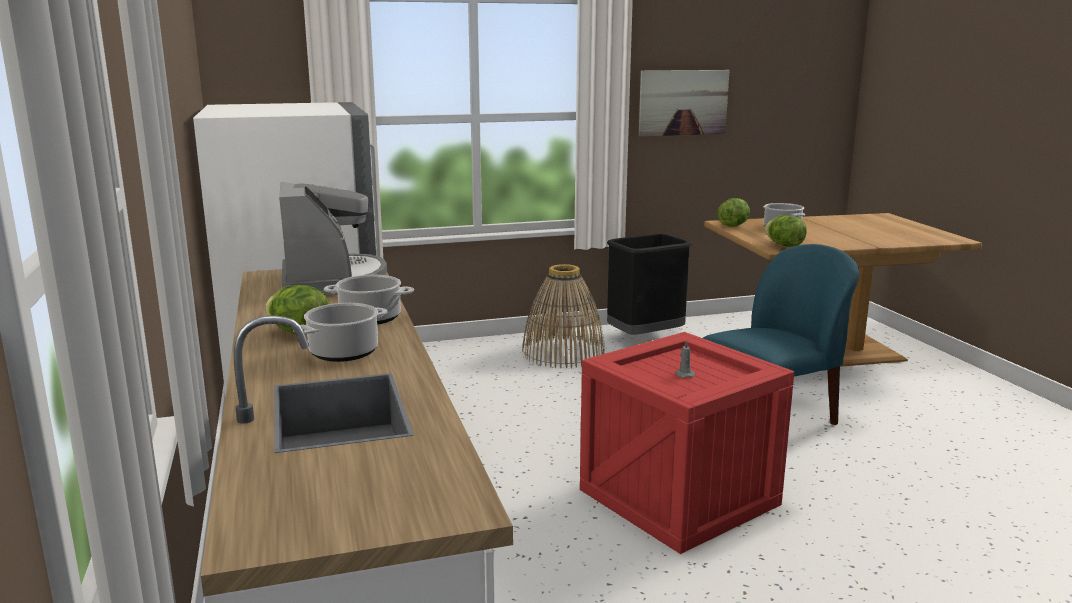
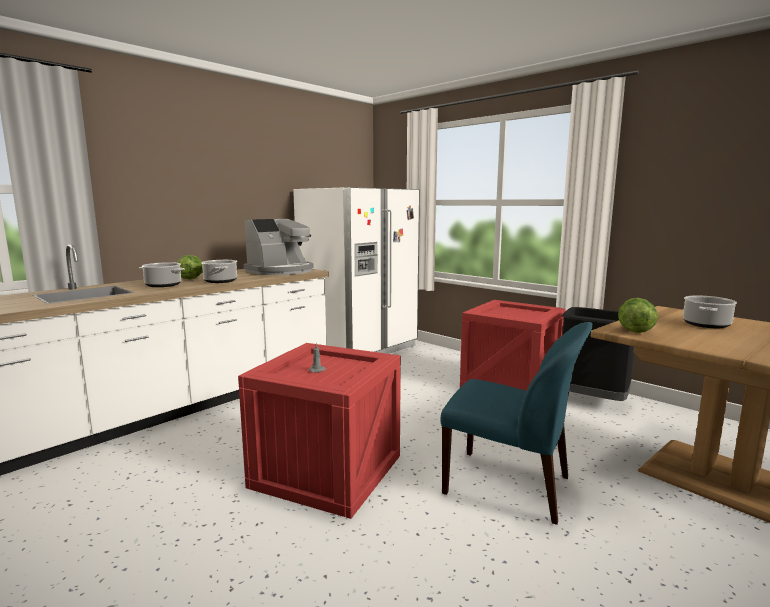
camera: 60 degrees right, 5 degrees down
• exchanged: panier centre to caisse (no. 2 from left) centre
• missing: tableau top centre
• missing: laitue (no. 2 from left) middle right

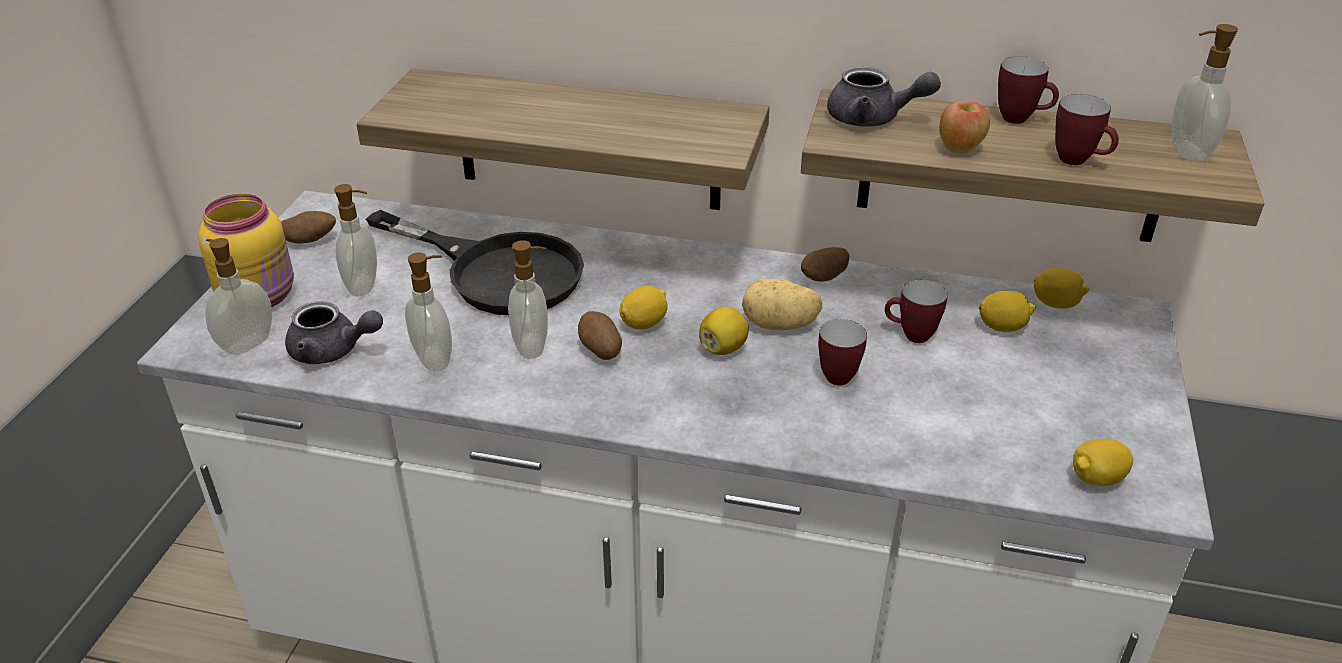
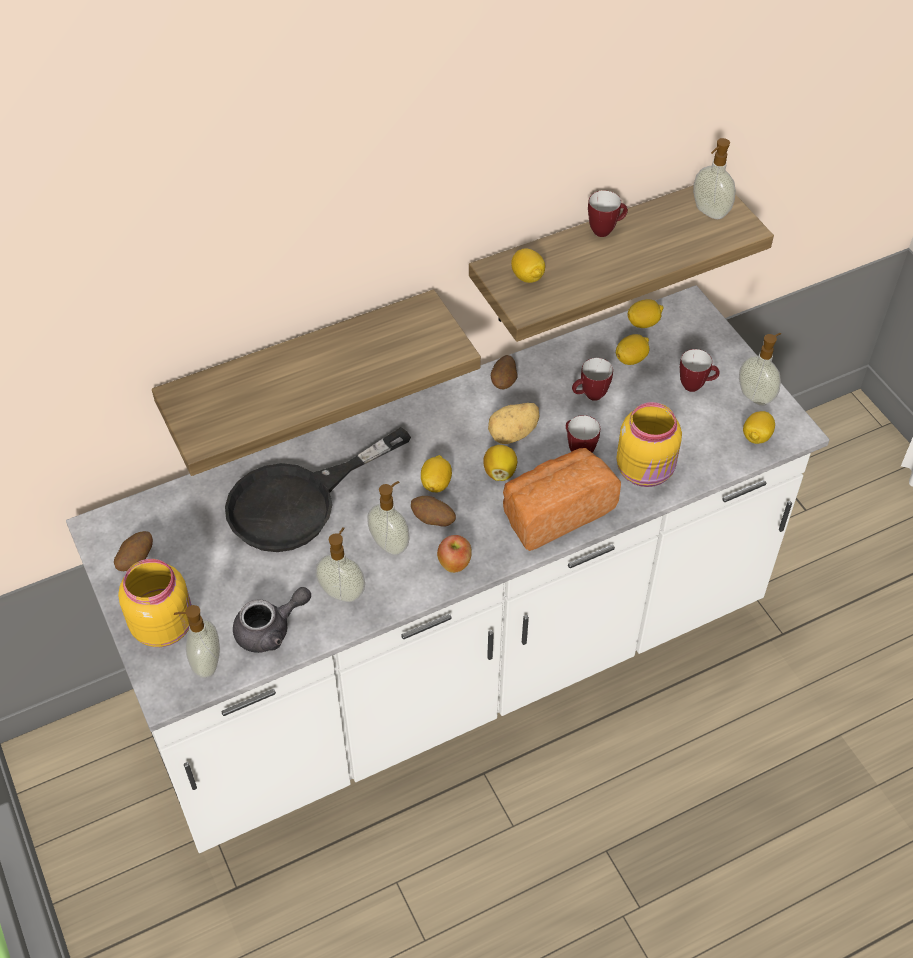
camera: 40 degrees left, 15 degrees up
• spun: poêle [noir] centre = centre 150 degrees clockwise
• relocated: pomme top right to centre
• appeared: pain centre
• exchanged: théière [gris] (no. 2 from left) top centre to citron (no. 3 from left) top centre
• appeared: bocal [jaune] (no. 2 from left) middle right
• relocated: mug (no. 4 from left) top right to middle right
• relocated: distributeur de savon (no. 2 from left in the first image) middle left to distributeur de savon (no. 5 from left) middle right

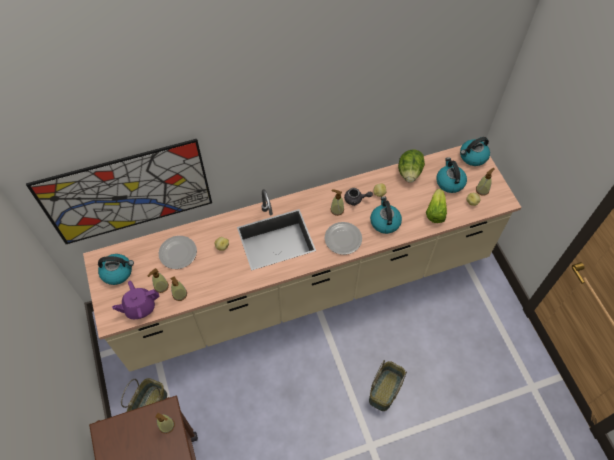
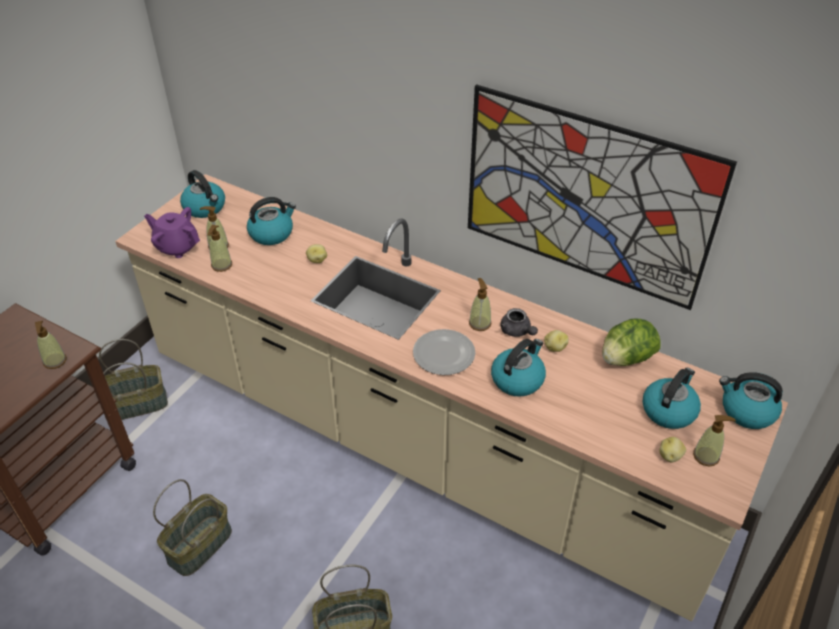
camera: 50 degrees right, 15 degrees down
• appeared: panier (no. 2 from left) bottom left
• exchanged: assiette (no. 1 from left) middle left to bouilloire (no. 2 from left) middle left
• relocated: tableau middle left to top right
• missing: laitue (no. 2 from left) middle right

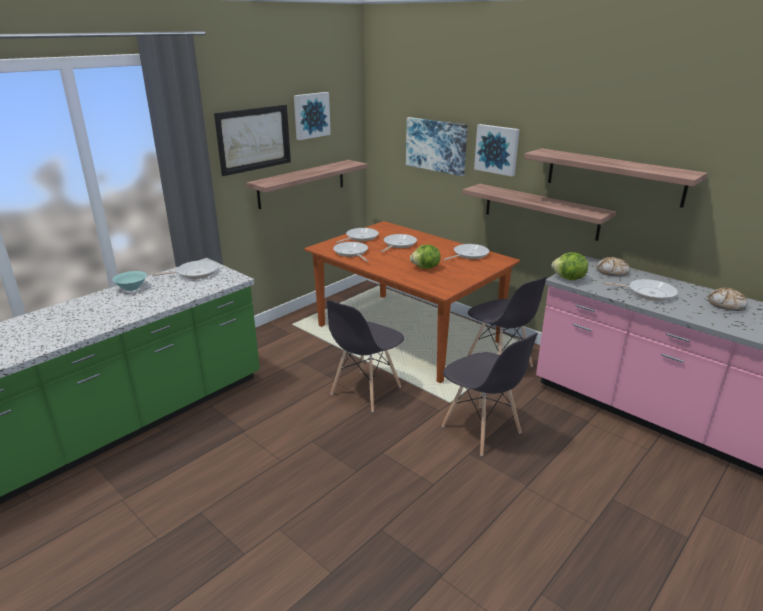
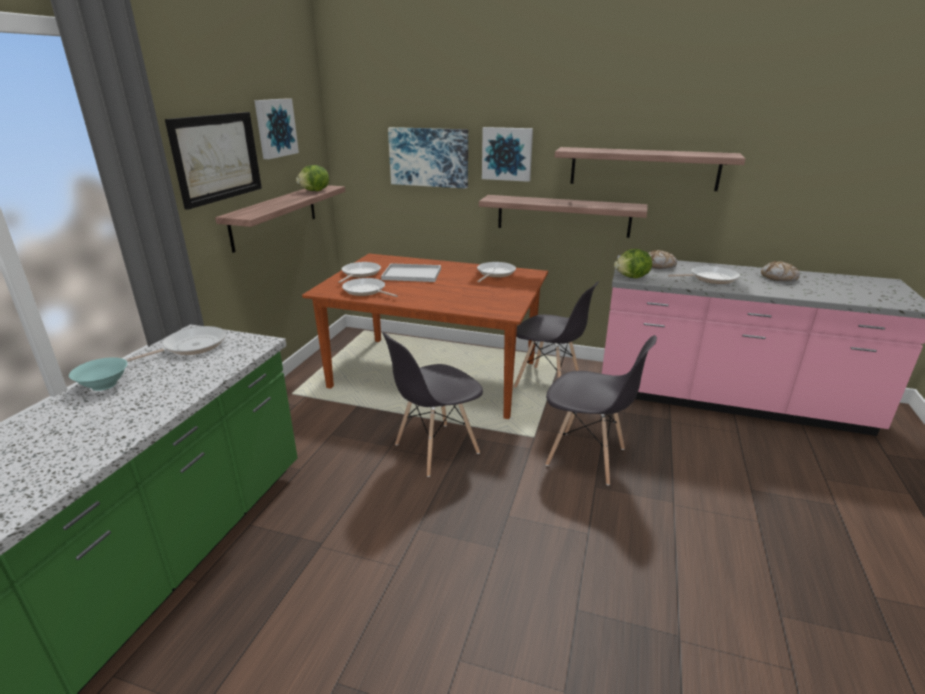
camera: 25 degrees left, 0 degrees up
• relocated: laitue (no. 1 from left) centre to top centre
• exchanged: poêle (no. 4 from left) centre to plateau [blanc] centre
• spun: chaise [gris] (no. 1 from left) centre = centre 45 degrees clockwise

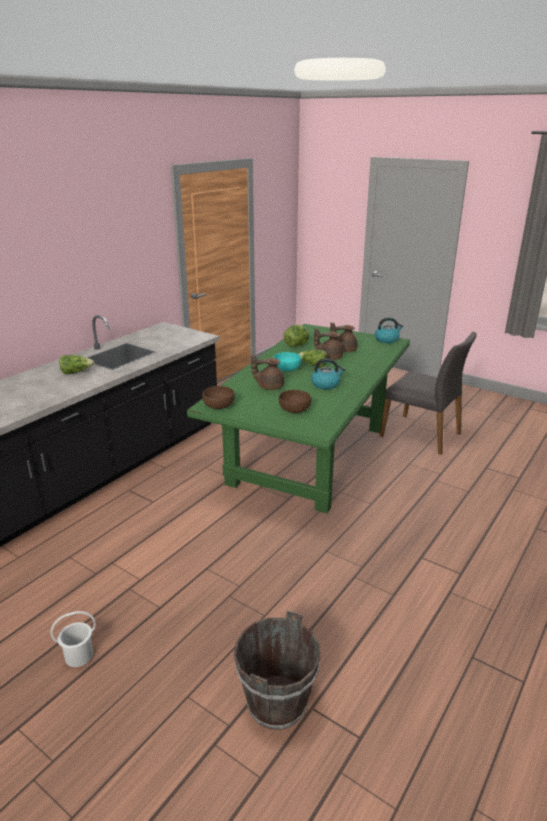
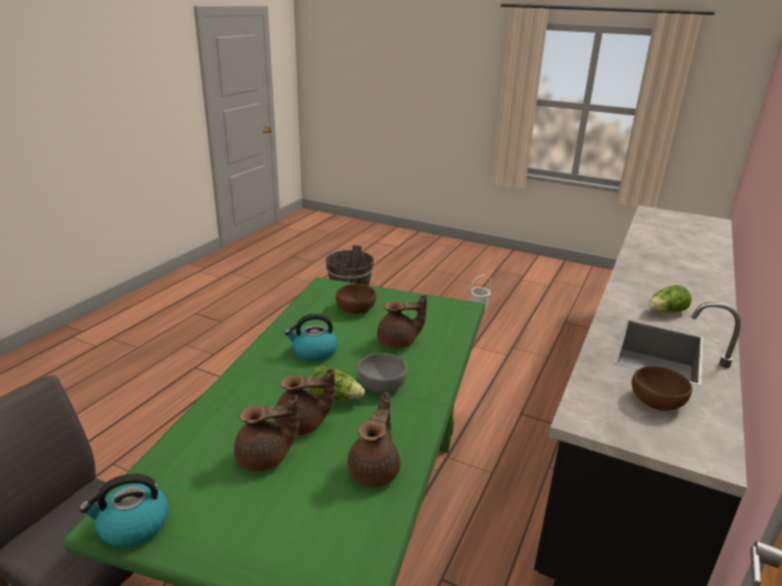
camera: 170 degrees right, 0 degrees up
• exchanged: laitue (no. 2 from left) centre to théière [marron] (no. 3 from left) bottom centre
• colour: bol [turquoise] centre to bol [gris] centre
• relocated: bol [marron] (no. 1 from left in the first image) centre to bol [marron] (no. 2 from left) middle right

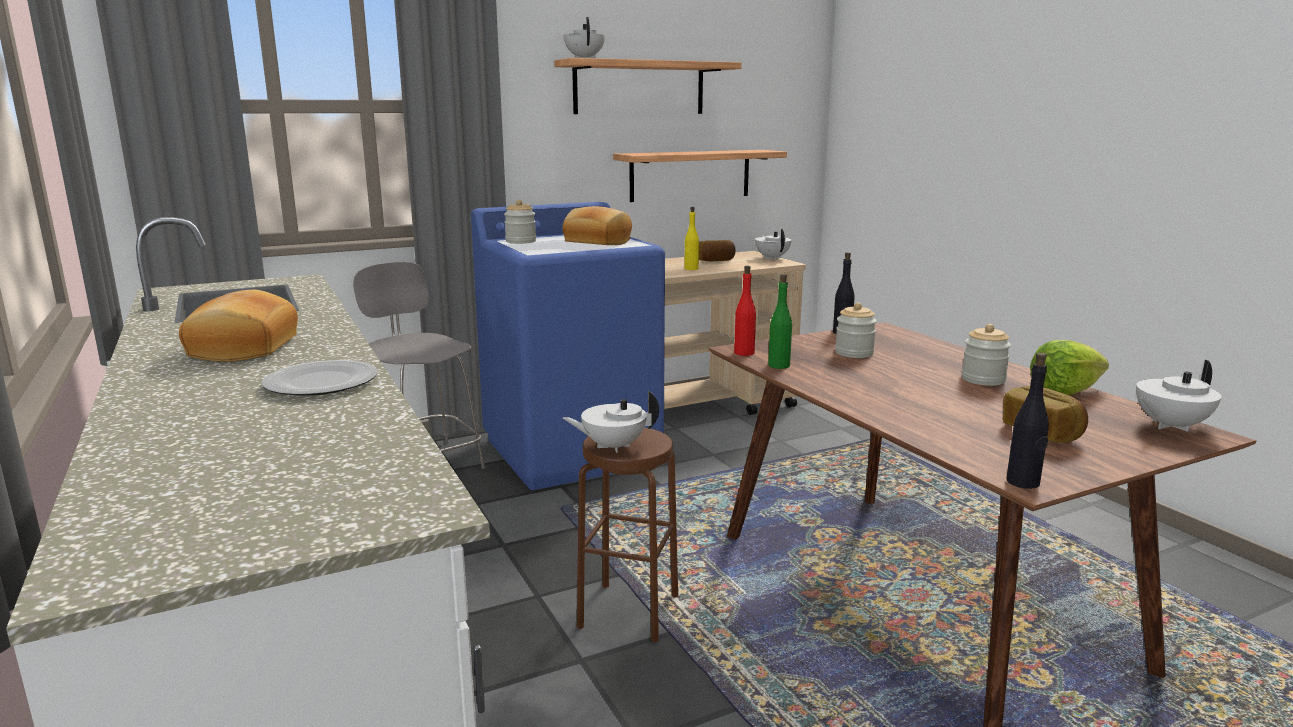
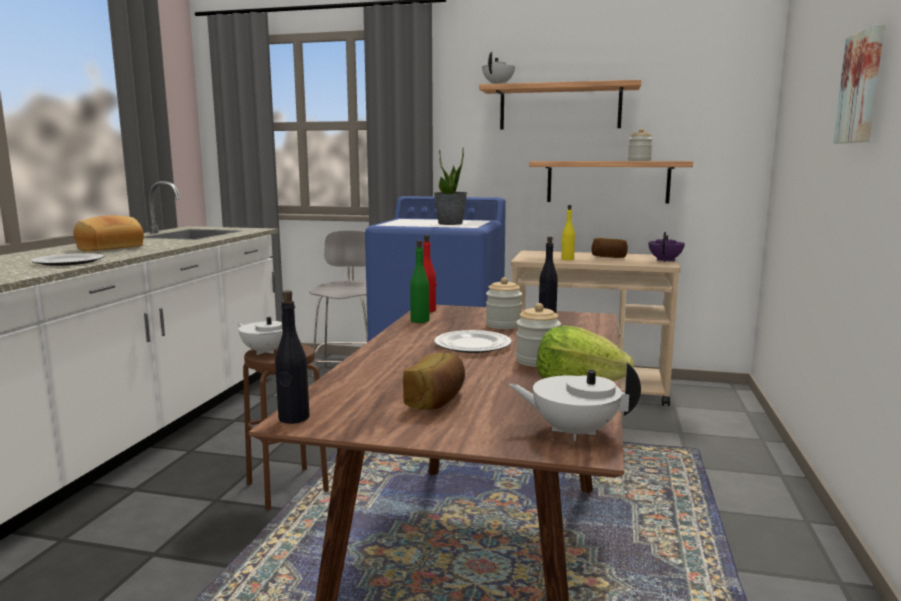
camera: 40 degrees right, 5 degrees down
• exchanged: pain (no. 2 from left) top centre to plante en pot top centre
• appeared: assiette (no. 2 from left) centre
• relocated: bocal (no. 1 from left in the first image) top centre to bocal (no. 3 from left) top right
• colour: théière [blanc] (no. 3 from left) centre to théière [violet] middle right
• appeared: tableau top right

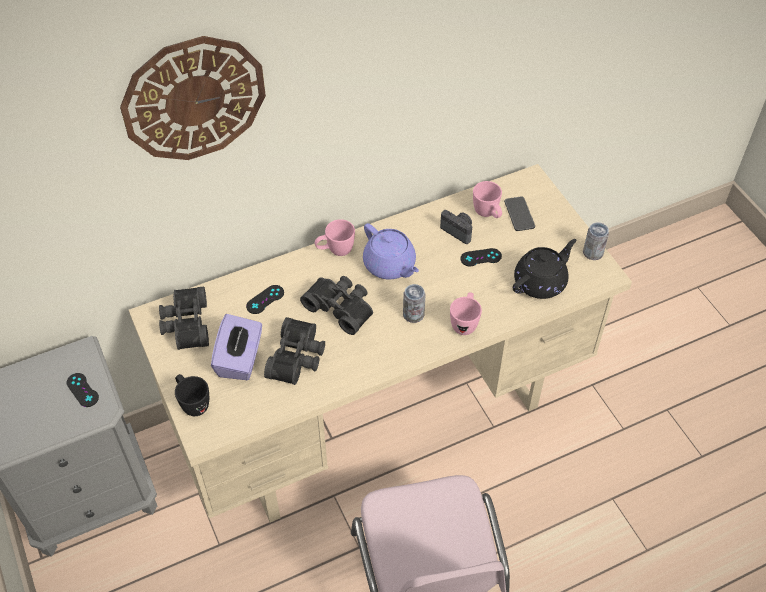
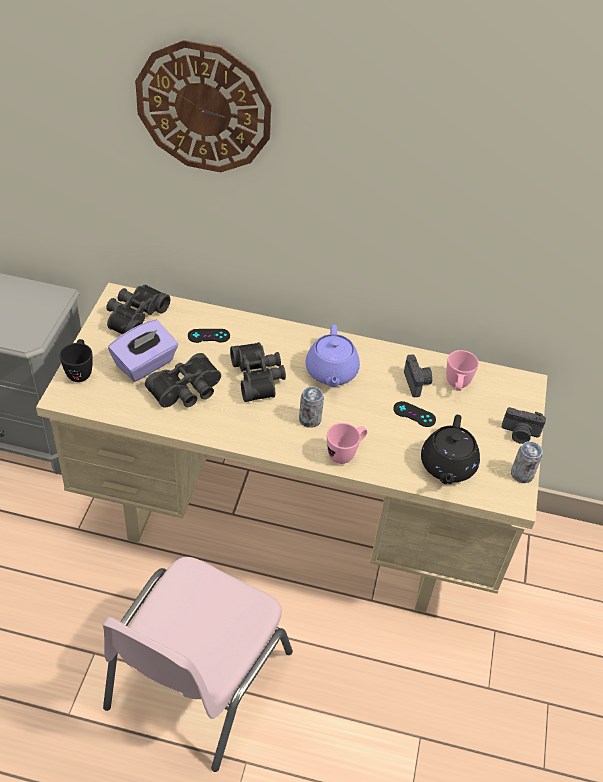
camera: 35 degrees right, 5 degrees down
• spun: théière [noir] middle right = middle right 105 degrees clockwise
• appeared: appareil photo (no. 2 from left) middle right
• missing: manette [noir] (no. 1 from left) middle left
• missing: mug [rose] (no. 1 from left) centre
• missing: téléphone middle right

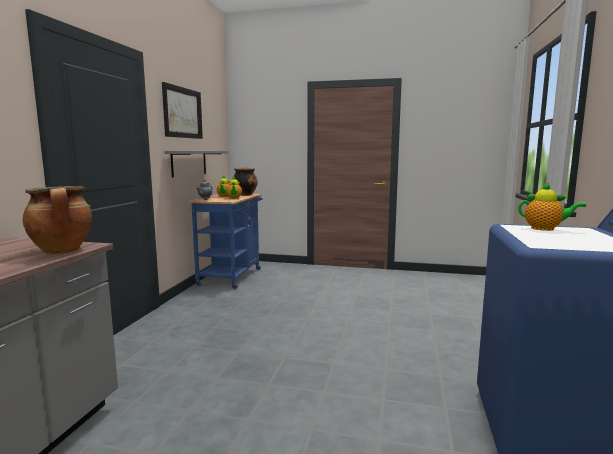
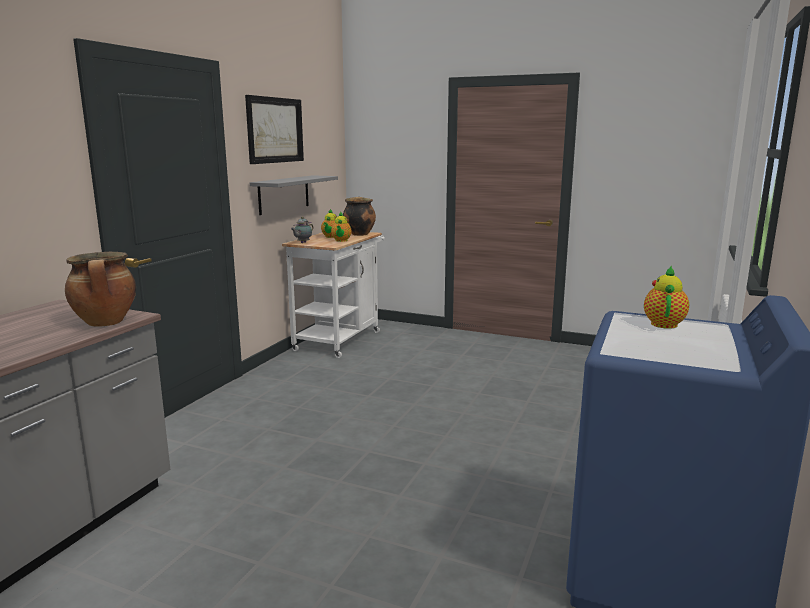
camera: 10 degrees right, 5 degrees up
• colour: chariot [bleu] centre to chariot [blanc] centre
• spun: théière (no. 4 from left) middle right = middle right 105 degrees counterclockwise

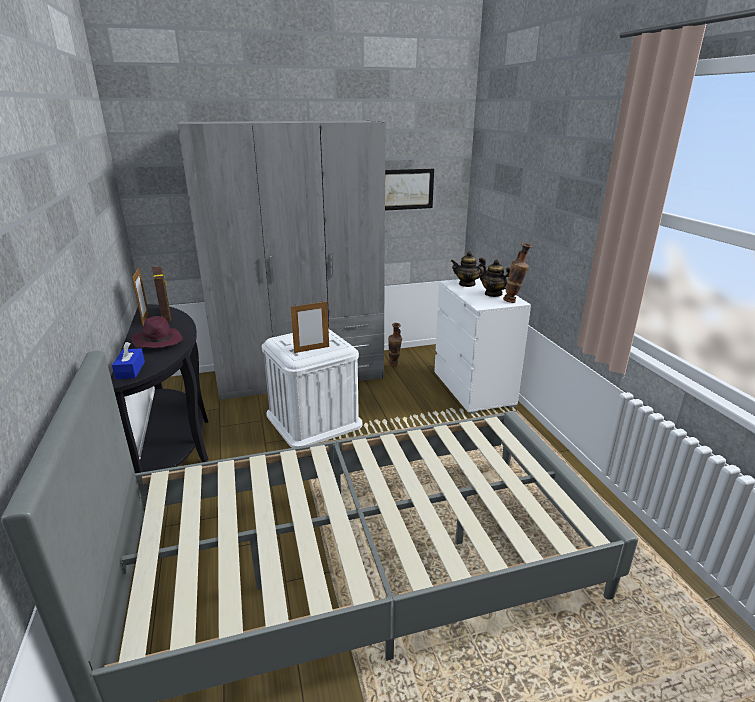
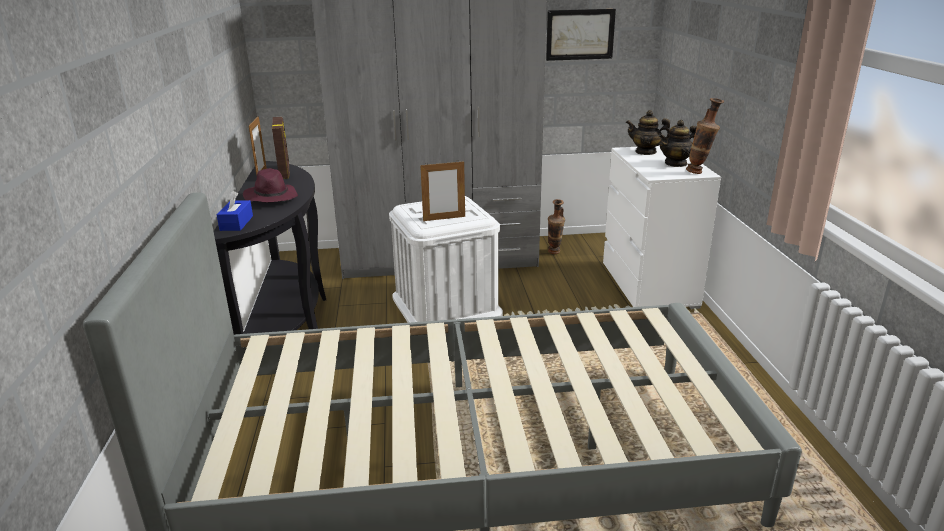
camera: 10 degrees right, 0 degrees up
• spun: théière (no. 2 from left) centre = top right 60 degrees counterclockwise

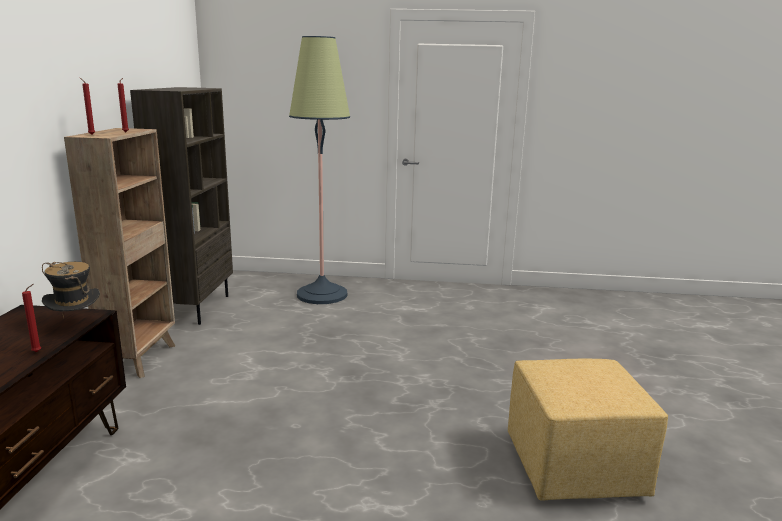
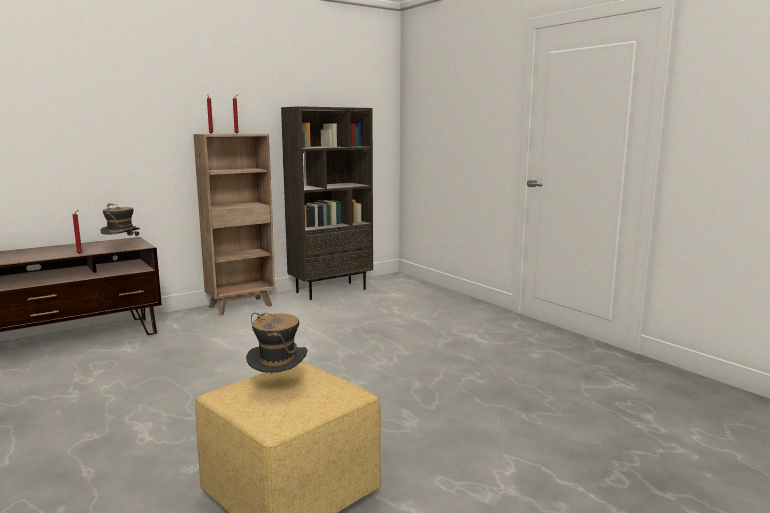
camera: 50 degrees right, 5 degrees down
• appeared: chapeau (no. 2 from left) bottom centre
• missing: lampadaire top centre

